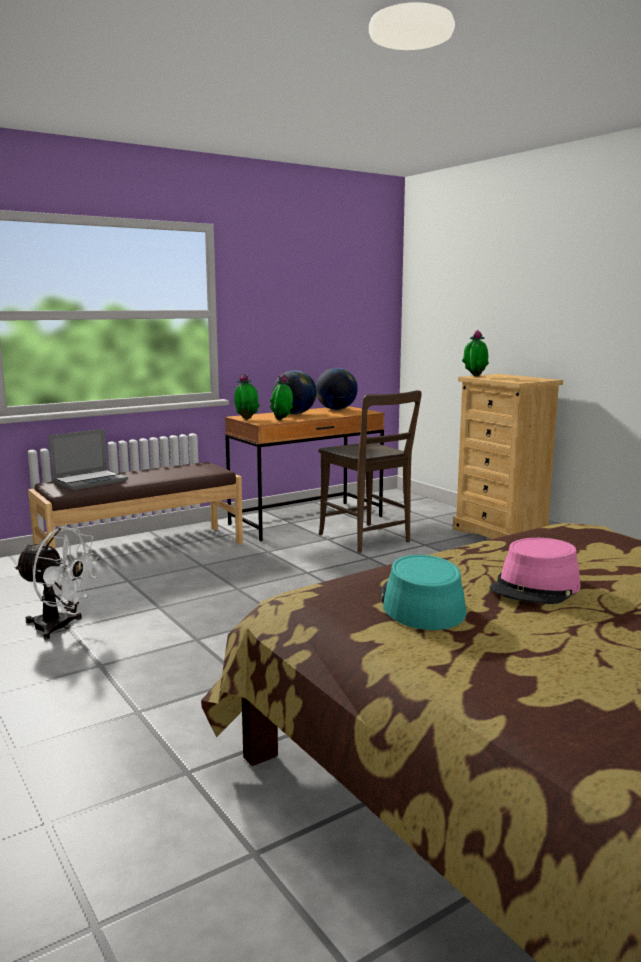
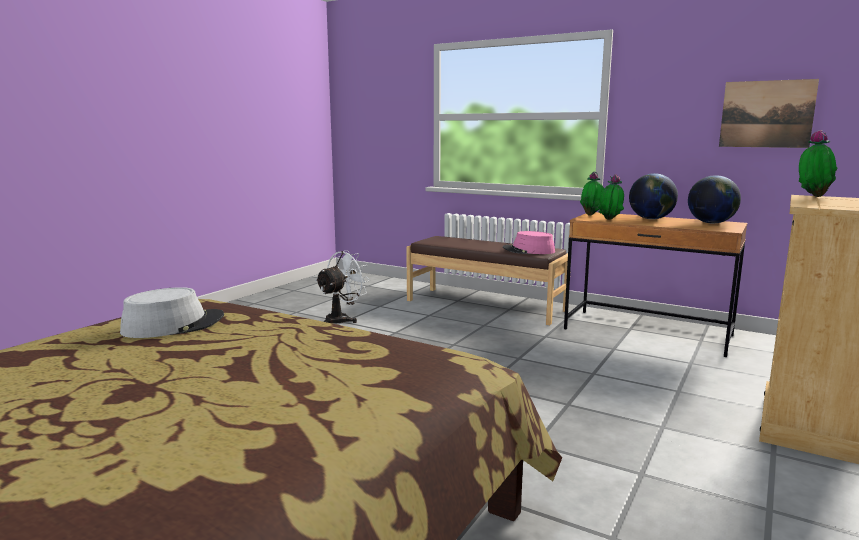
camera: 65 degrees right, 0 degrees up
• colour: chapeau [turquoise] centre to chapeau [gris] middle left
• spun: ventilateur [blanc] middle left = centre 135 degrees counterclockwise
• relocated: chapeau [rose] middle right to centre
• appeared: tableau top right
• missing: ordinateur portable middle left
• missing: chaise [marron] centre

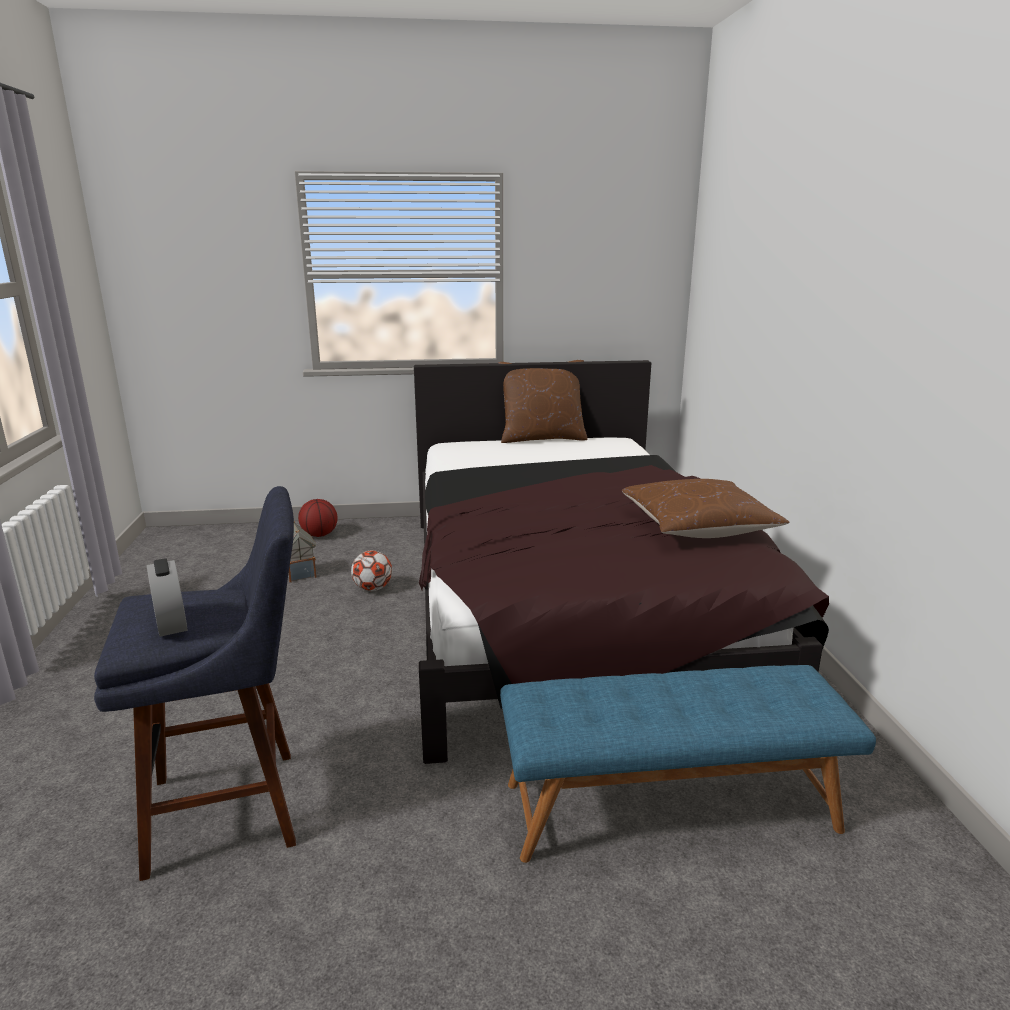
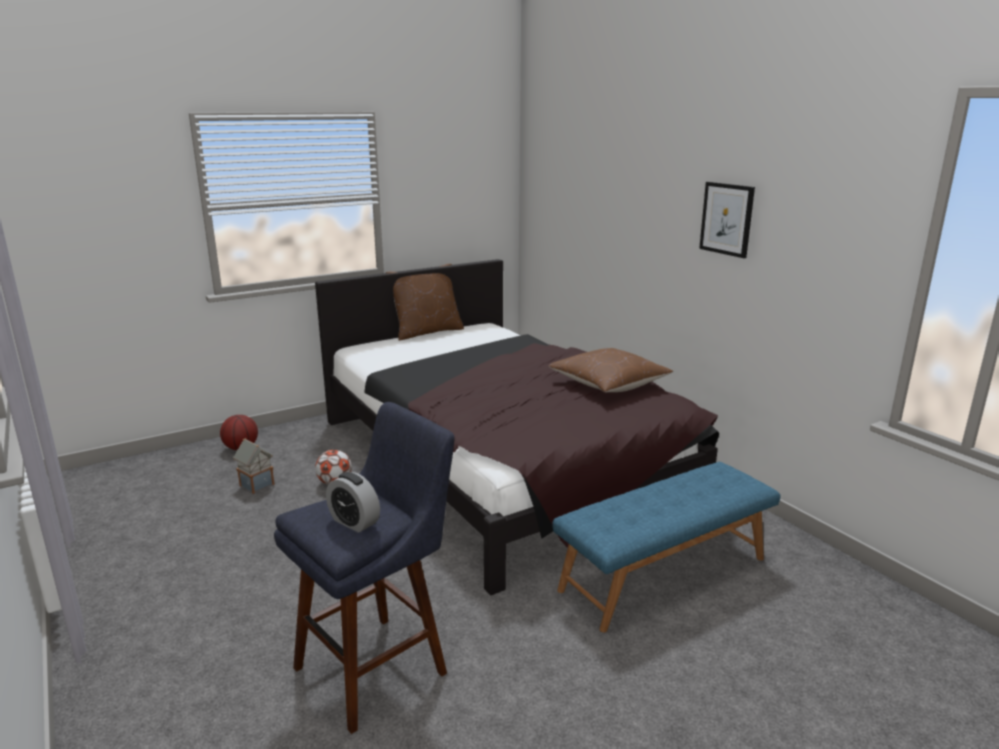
camera: 25 degrees left, 0 degrees up
• appeared: tableau top right

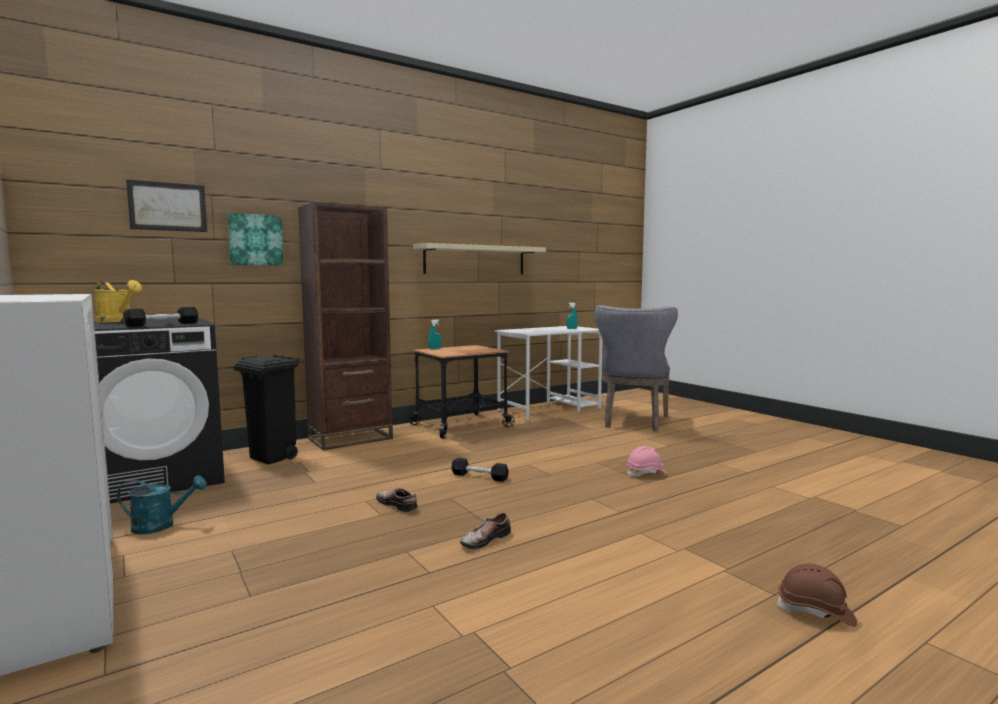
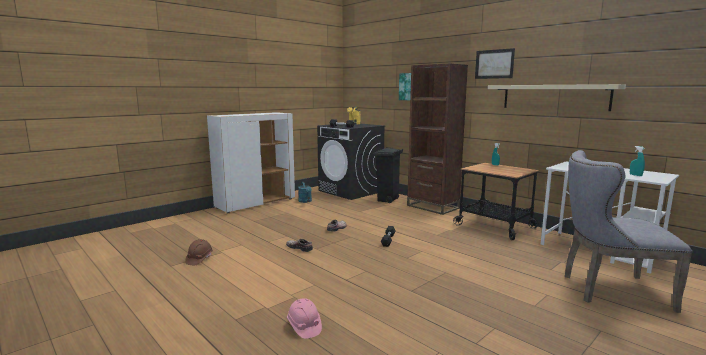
camera: 80 degrees right, 5 degrees up
• relocated: casque de chantier [marron] bottom right to bottom left
• relocated: casque de chantier [rose] centre to bottom centre
• relocated: tableau (no. 1 from left in the first image) top left to tableau (no. 2 from left) top right

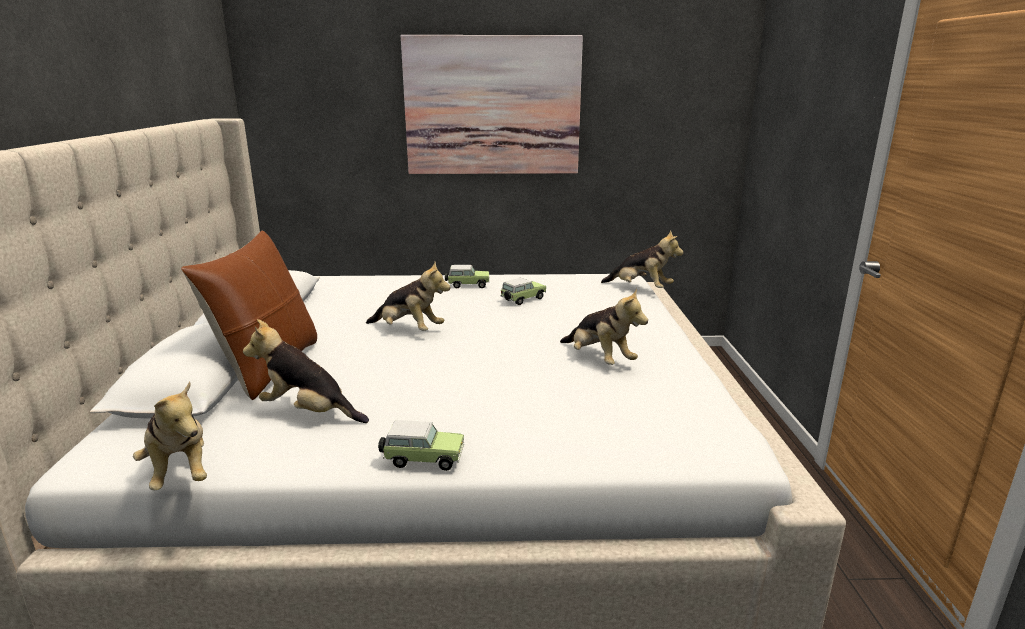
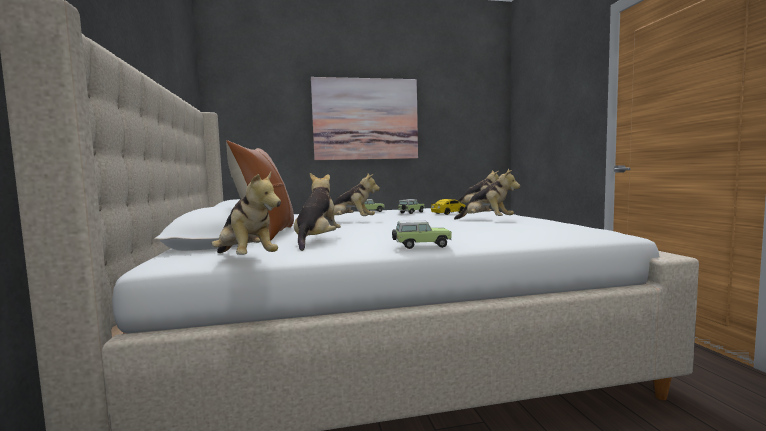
camera: 10 degrees left, 15 degrees down
• spun: peluche (no. 2 from left) middle left = centre 90 degrees clockwise
• appeared: petite voiture (no. 4 from left) centre

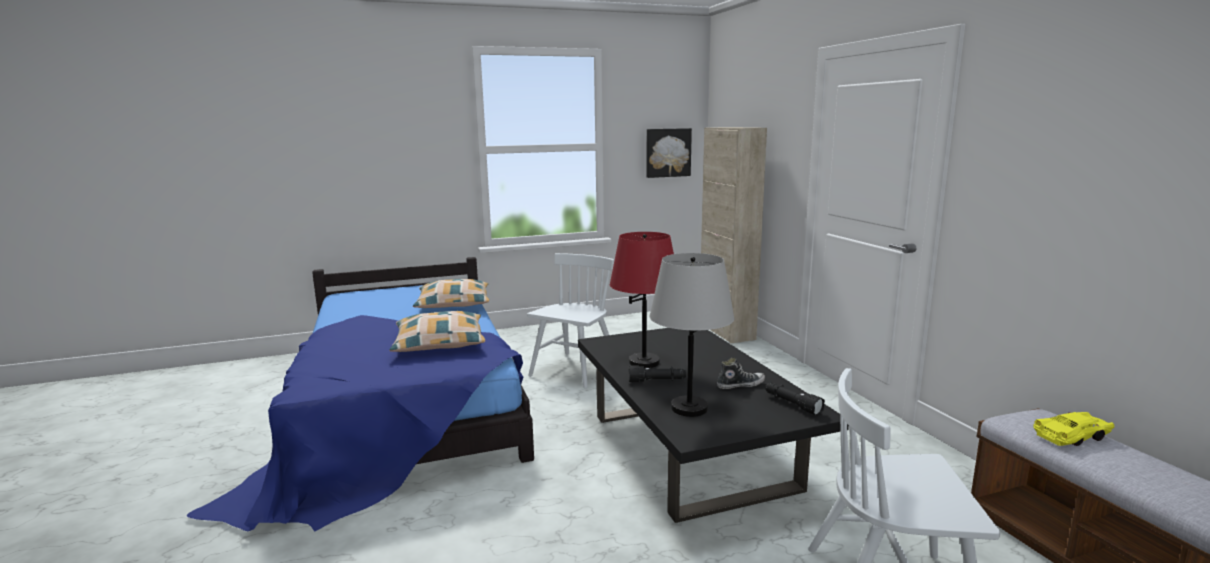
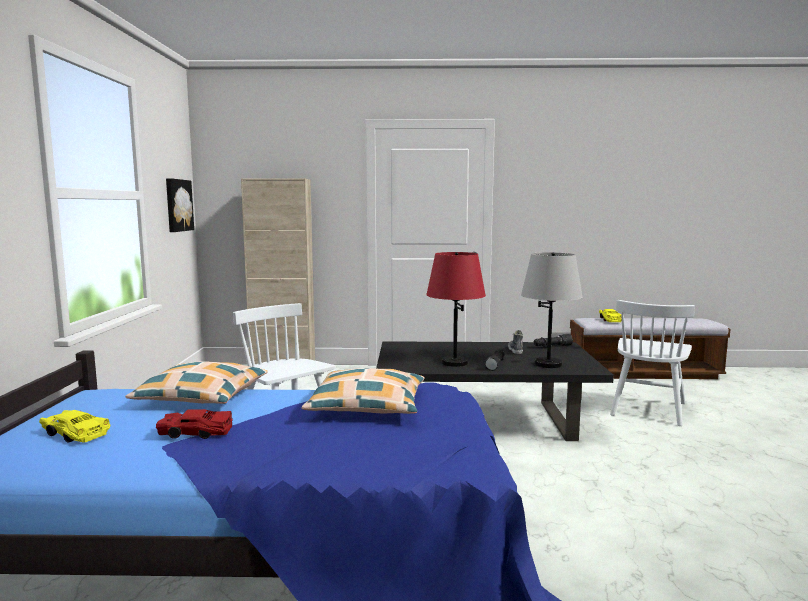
camera: 70 degrees left, 5 degrees down
• appeared: petite voiture [jaune] (no. 1 from left) bottom left
• appeared: petite voiture [rouge] bottom left

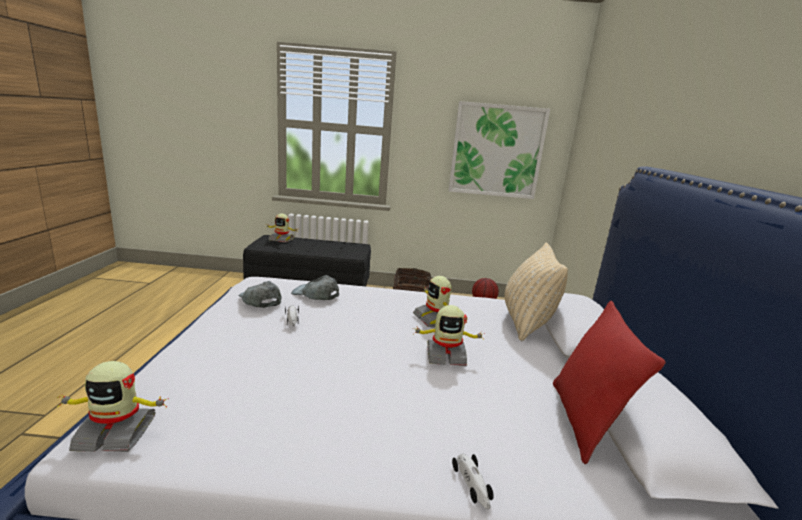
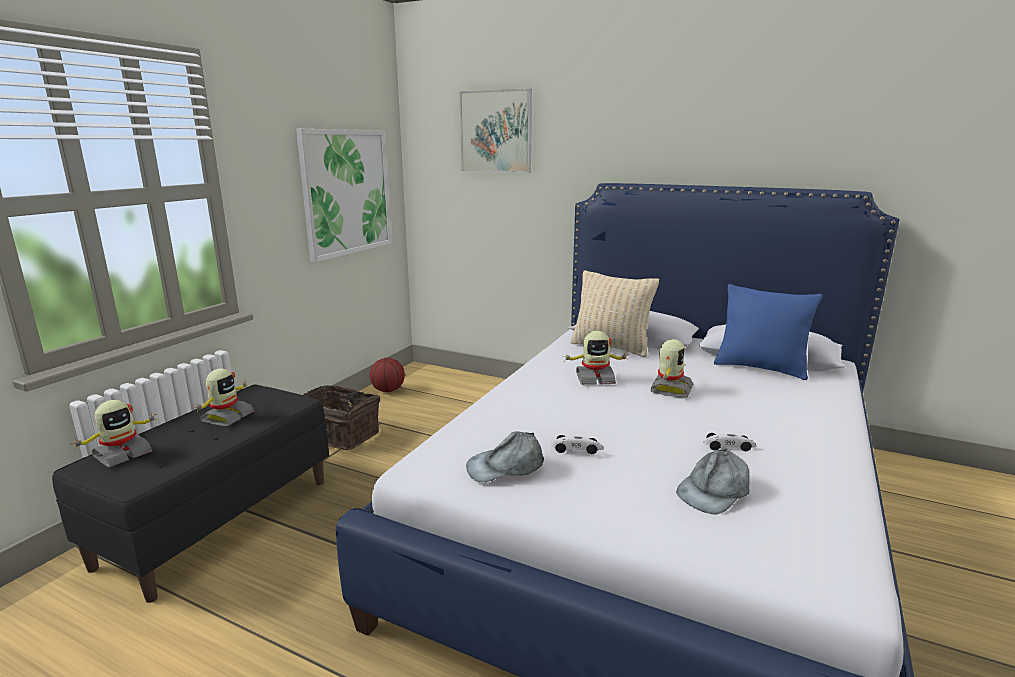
camera: 65 degrees left, 0 degrees up
• relocated: robot jouet (no. 1 from left in the first image) bottom left to robot jouet (no. 2 from left) middle left
• appeared: tableau (no. 2 from left) top centre
• relocated: casquette [gris] (no. 2 from left) centre to bottom right
• relocated: petite voiture (no. 2 from left) bottom centre to middle right
• colour: coussin [rouge] bottom right to coussin [bleu] middle right

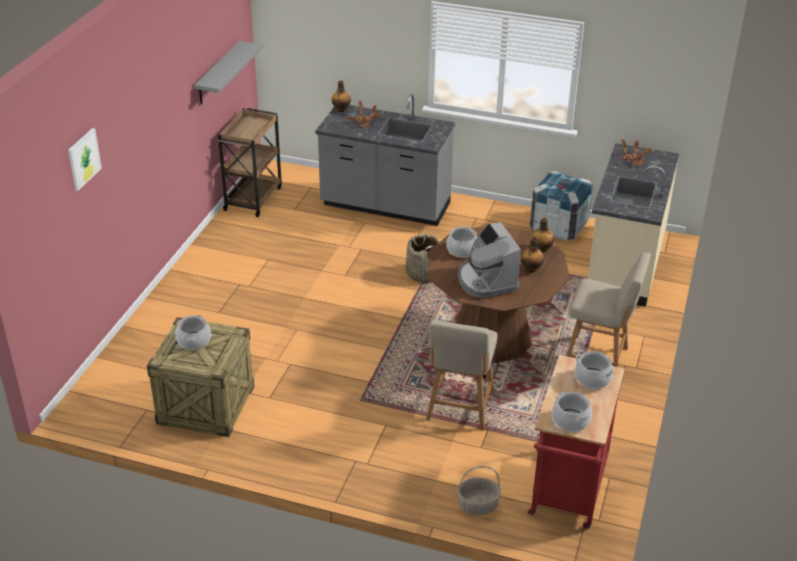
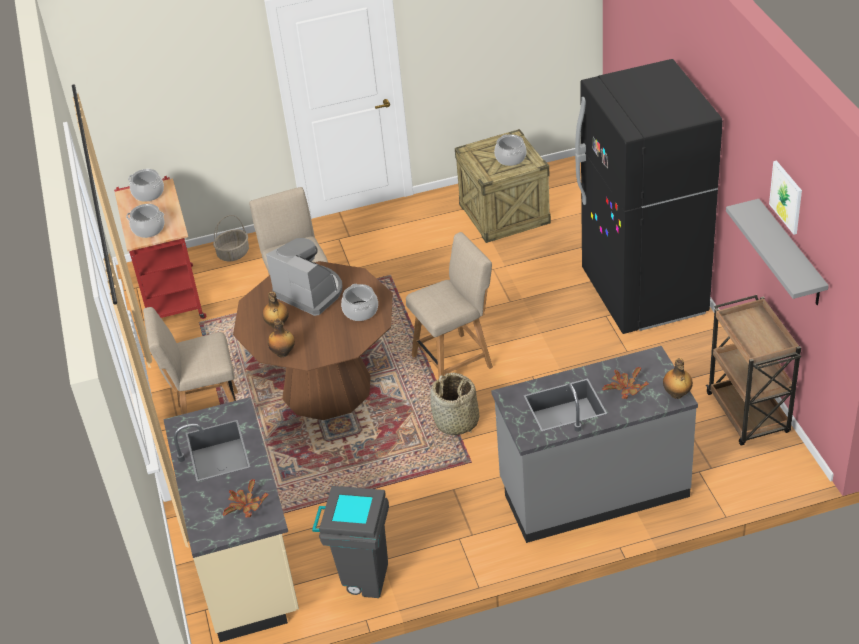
camera: 150 degrees right, 5 degrees up
• exchanged: caisse (no. 2 from left) middle right to poubelle [gris] bottom centre
• appeared: chaise [beige] (no. 3 from left) centre
• appeared: réfrigérateur [noir] top right
• relocated: tableau top left to top right

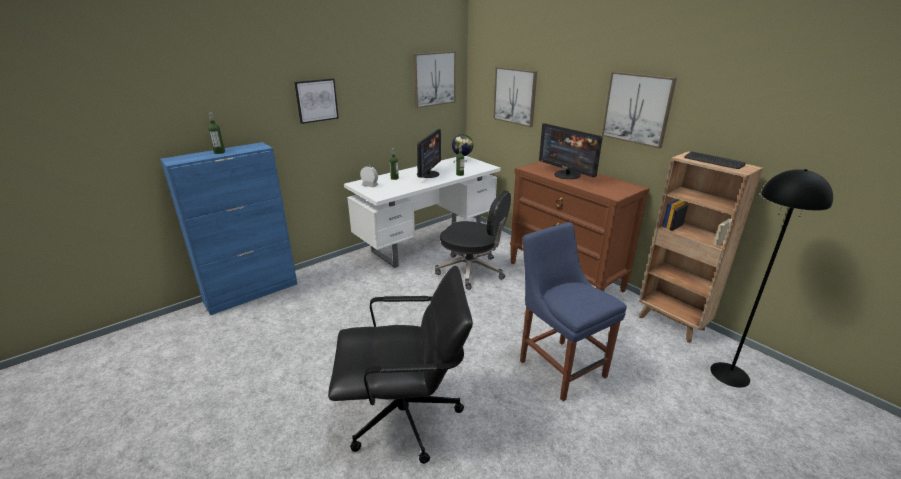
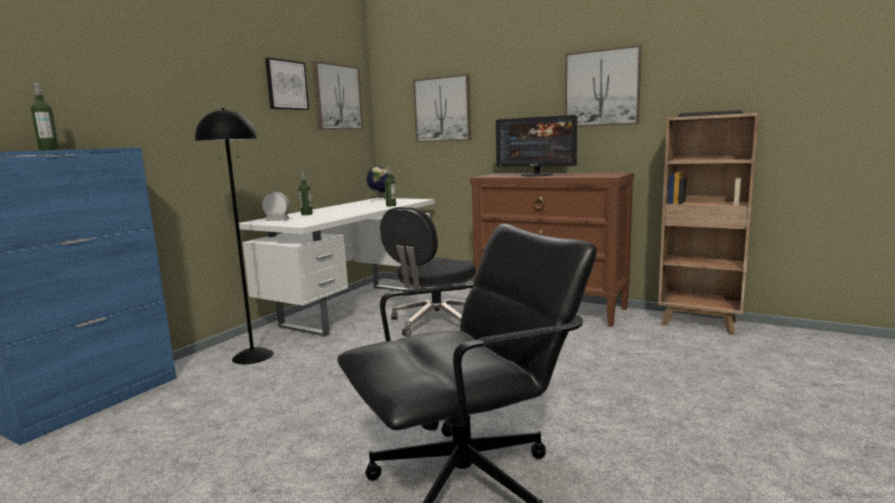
camera: 20 degrees left, 15 degrees down
• relocated: lampadaire [noir] middle right to middle left
• relocated: tableau (no. 1 from left) top centre to top left
• spun: chaise de bureau [noir] (no. 2 from left in the first image) centre = centre 120 degrees clockwise
• missing: écran d'ordinateur (no. 1 from left) top centre
• missing: chaise [bleu] centre

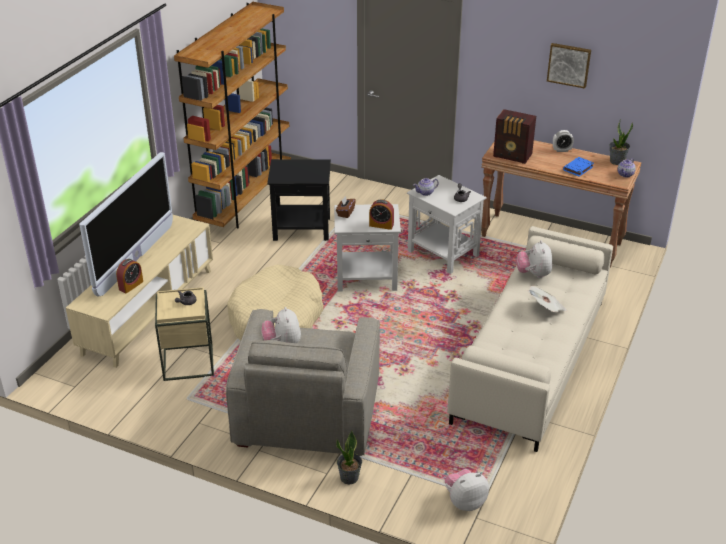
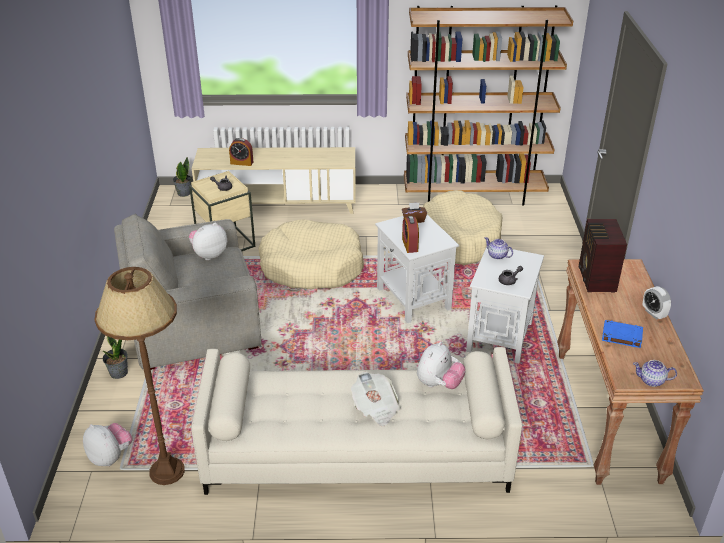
camera: 65 degrees right, 0 degrees up
• appeared: lampadaire [marron] bottom left
• relocated: plante en pot (no. 2 from left) top right to top left
• spun: peluche (no. 3 from left) middle right = bottom centre 150 degrees clockwise
• exchanged: table d'appoint [noir] centre to panier pour chien [beige] (no. 2 from left) centre
• missing: téléviseur middle left
• missing: tableau top right

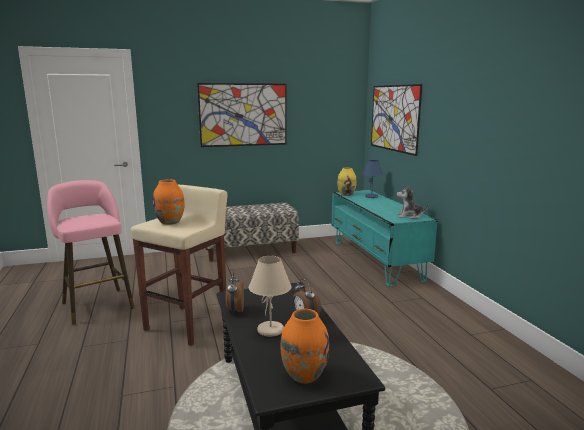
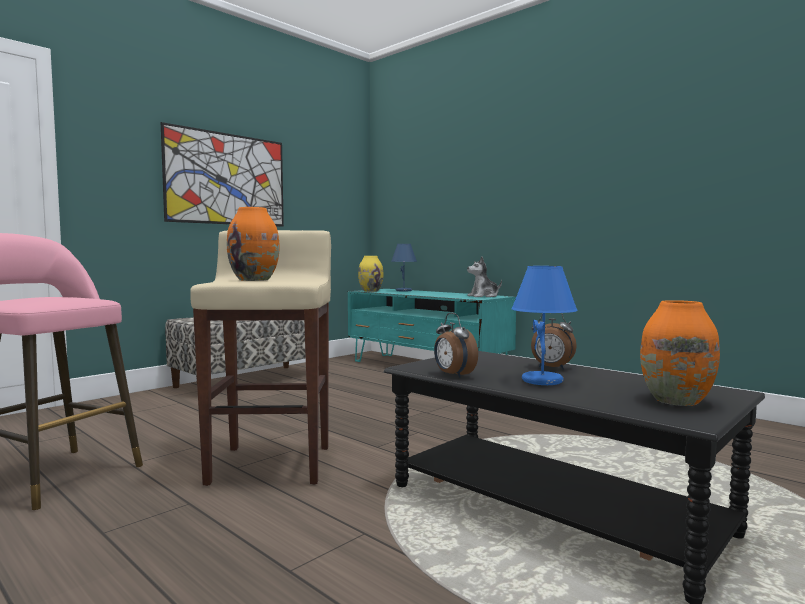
camera: 30 degrees left, 10 degrees down
• colour: lampe de table [beige] bottom centre to lampe de table [bleu] (no. 2 from left) middle right
• missing: tableau (no. 2 from left) top right

